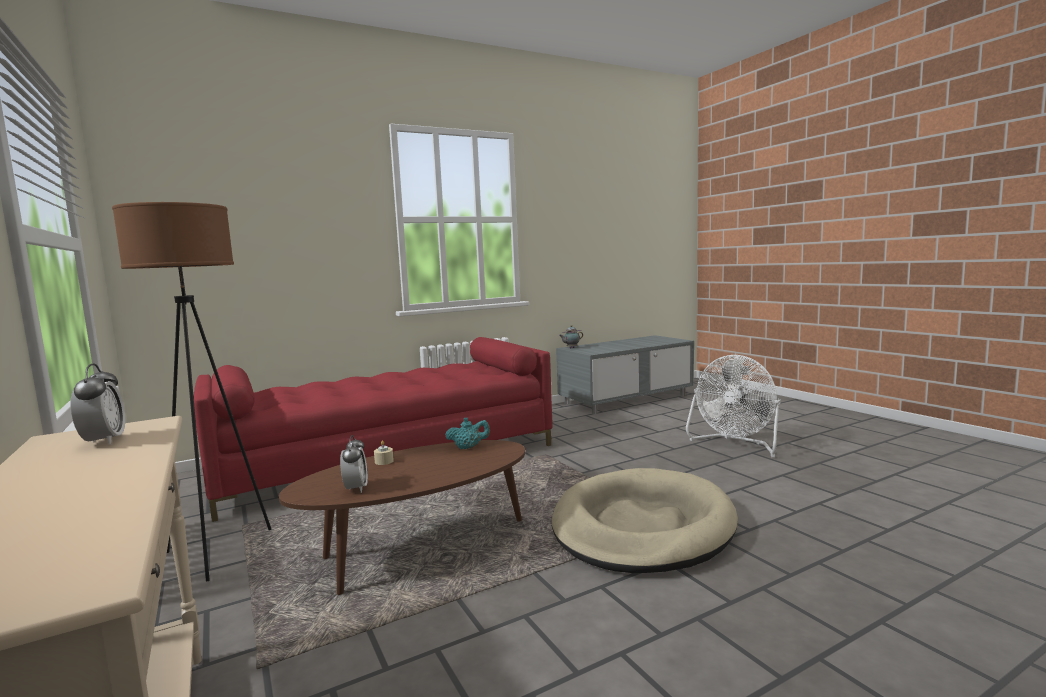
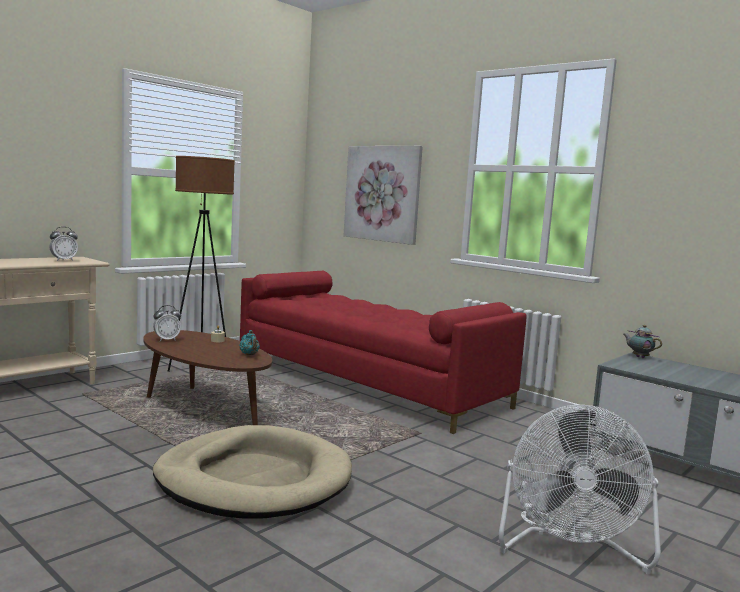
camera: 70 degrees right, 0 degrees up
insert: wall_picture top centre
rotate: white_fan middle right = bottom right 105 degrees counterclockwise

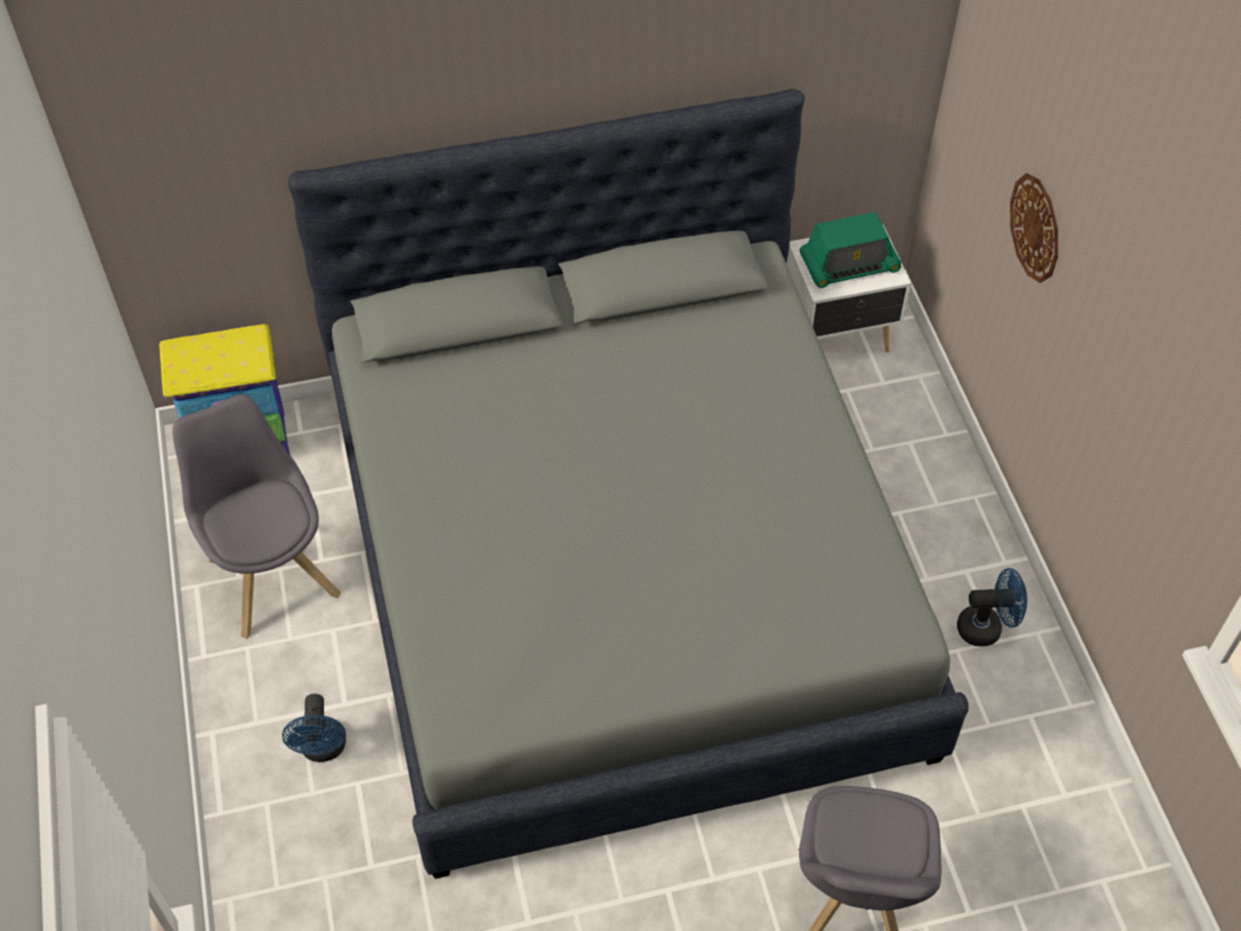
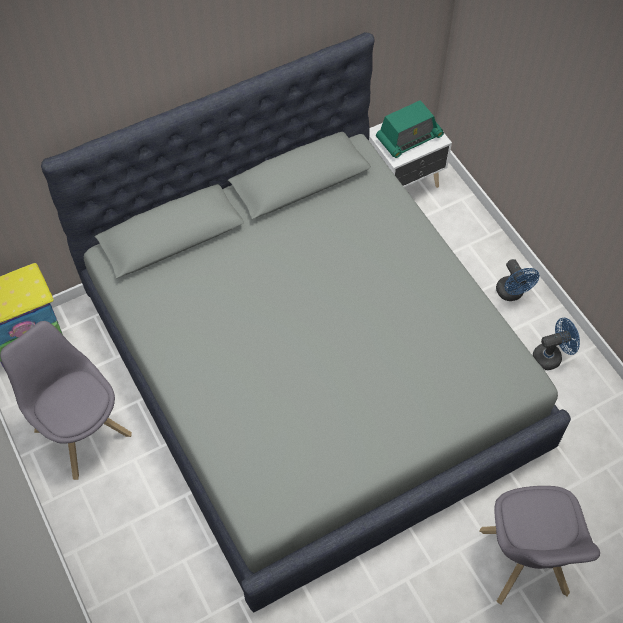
camera: 15 degrees left, 5 degrees up
delete: clock_on_the_wall top right
move: blue-coloured_fan (1st from left) bottom left to middle right

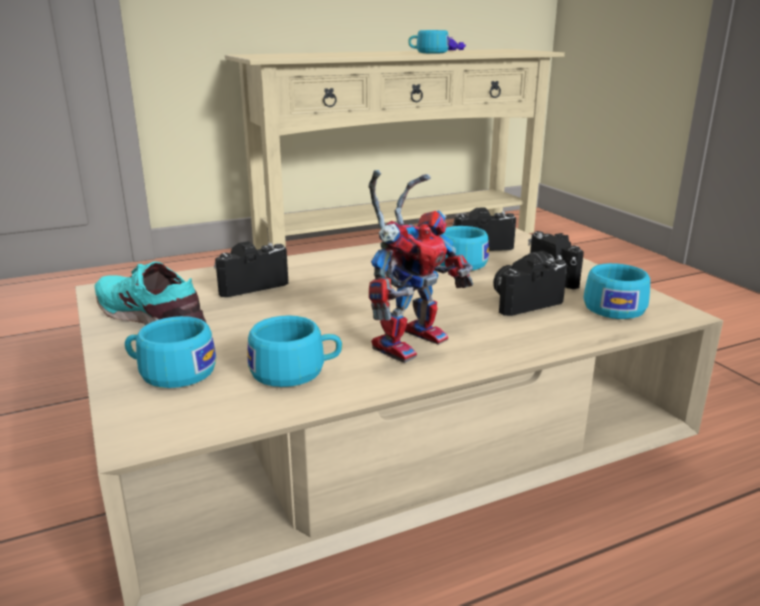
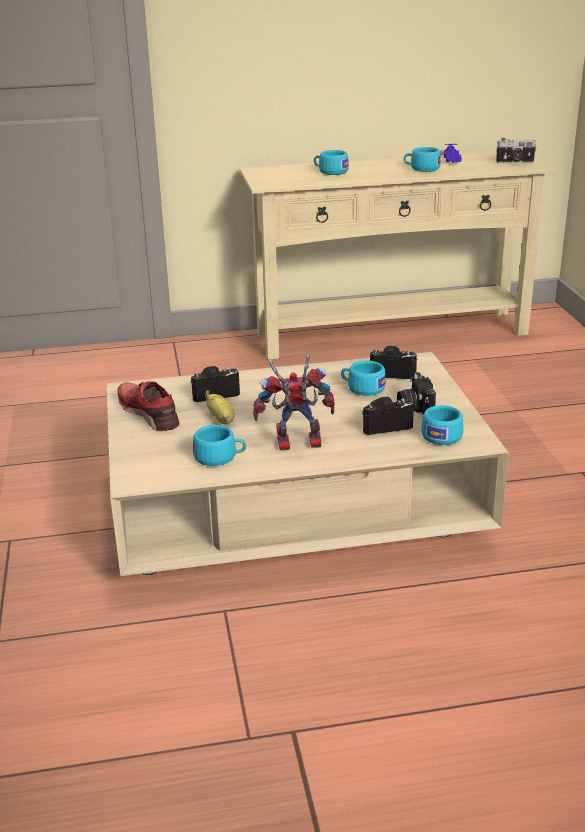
camera: 15 degrees right, 5 degrees up
insert: banana centre; photo_camera (5th from left) top right
move: turquoise_drinking_cup (1st from left in the first image) middle left to turquoise_drinking_cup (2nd from left) top centre
recolor: turquoise_low_shoe middle left to red-coloured_low_shoe middle left
rotate: robot_figure centre = centre 150 degrees counterclockwise

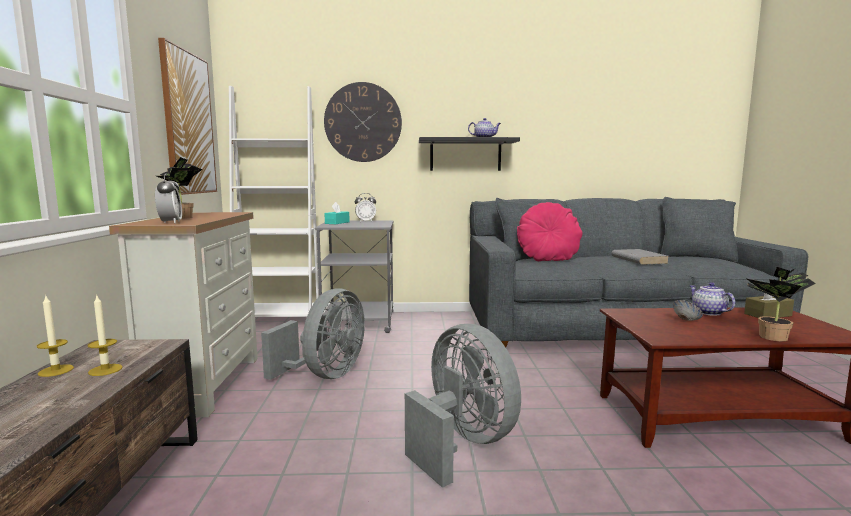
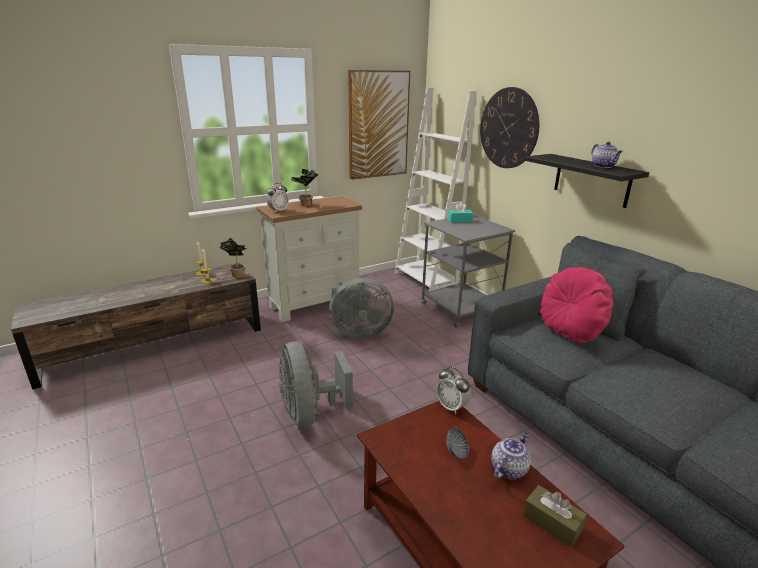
camera: 60 degrees right, 15 degrees up
delete: grey_volume middle right
move: plant_in_a_pot (2nd from left in the first image) middle right to plant_in_a_pot (1st from left) middle left; table_clock (2nd from left) centre to bottom centre
rotate: grey_fan (2nd from left in the first image) bottom centre = bottom centre 135 degrees clockwise

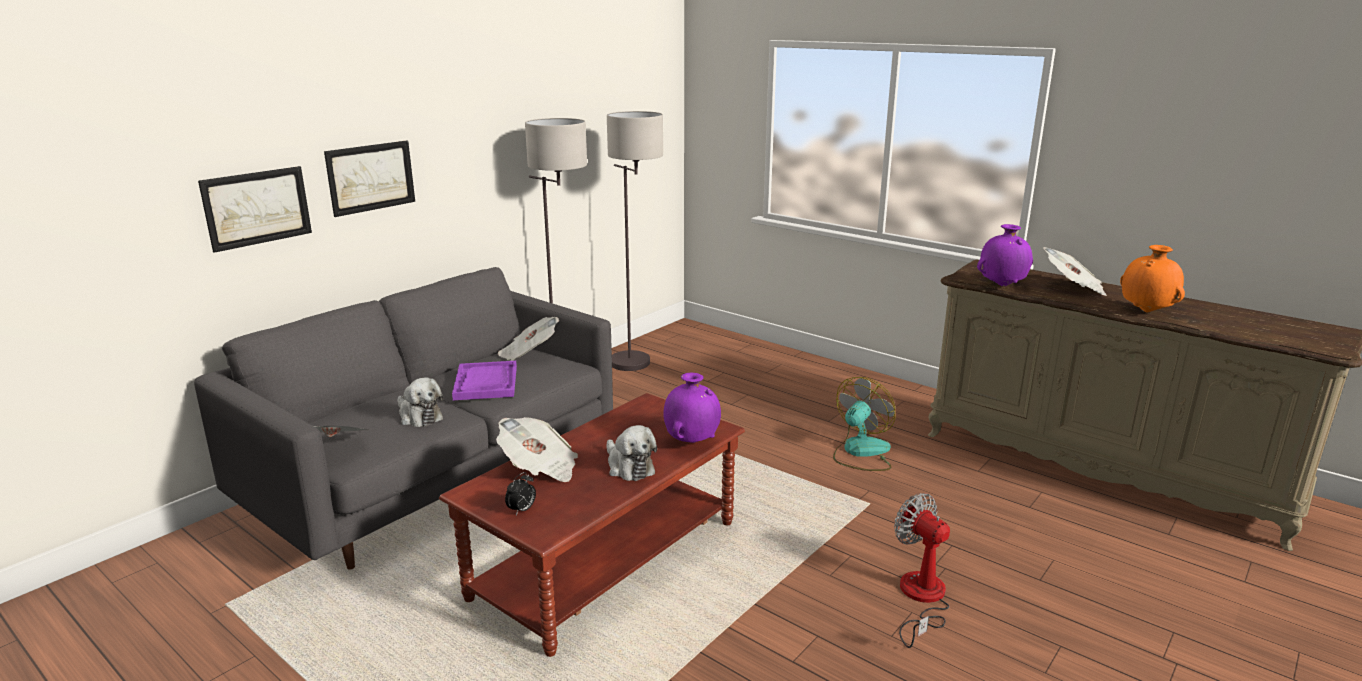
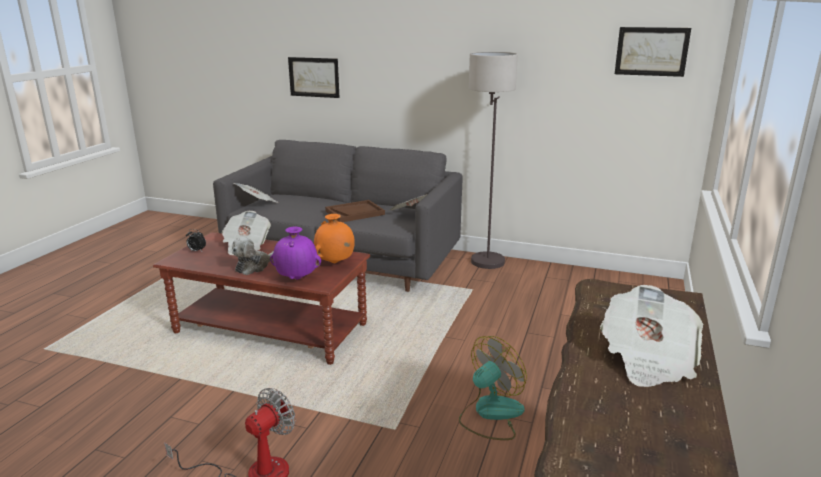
camera: 70 degrees right, 0 degrees up
delete: soft_toy (1st from left) middle left; grey_floor_lamp (2nd from left) centre; purplish_flower_vase (2nd from left) middle right
move: orangey_flower_vase middle right to centre; wall_picture (2nd from left) top left to top right
recolor: purplish_serving_tray centre to brown-coloured_serving_tray centre
rotate: fan (1st from left in the first image) centre = bottom centre 60 degrees counterclockwise

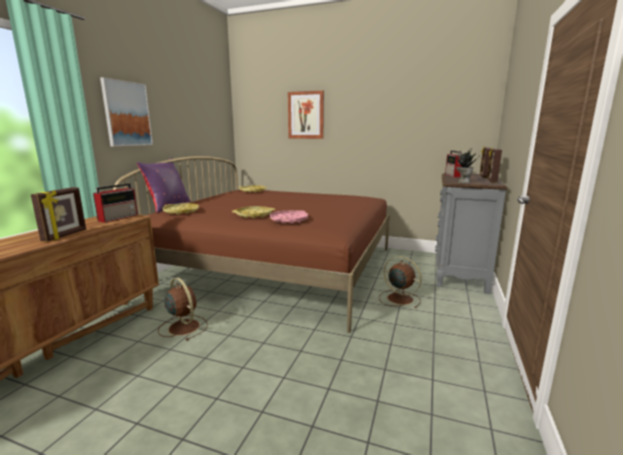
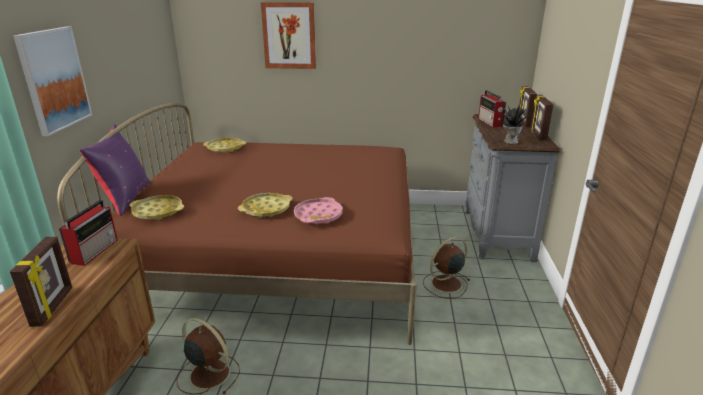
camera: 15 degrees left, 10 degrees up
rotate: brown-coloured_fan (2nd from left) centre = bottom centre 60 degrees counterclockwise

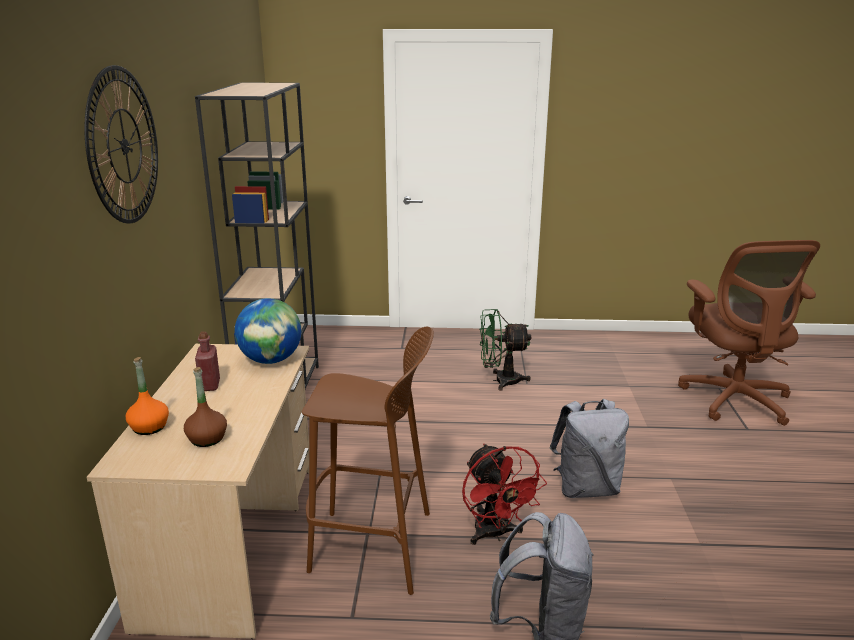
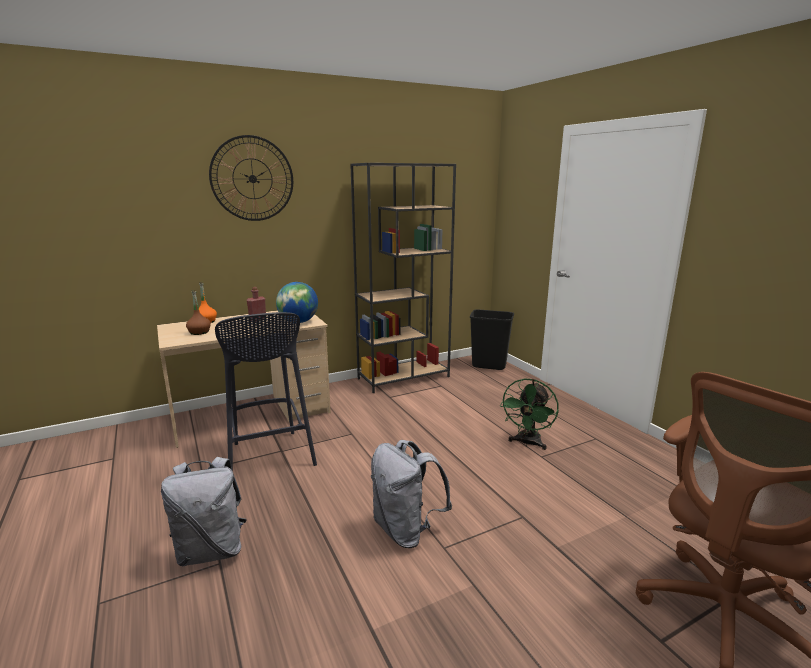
camera: 60 degrees right, 5 degrees down
delete: red-coloured_fan bottom centre
insert: blackish_rubbish_bin centre
recolor: brown-coloured_sitting_stool bottom centre to grey_sitting_stool middle left
rotate: green-coloured_fan centre = centre 120 degrees counterclockwise

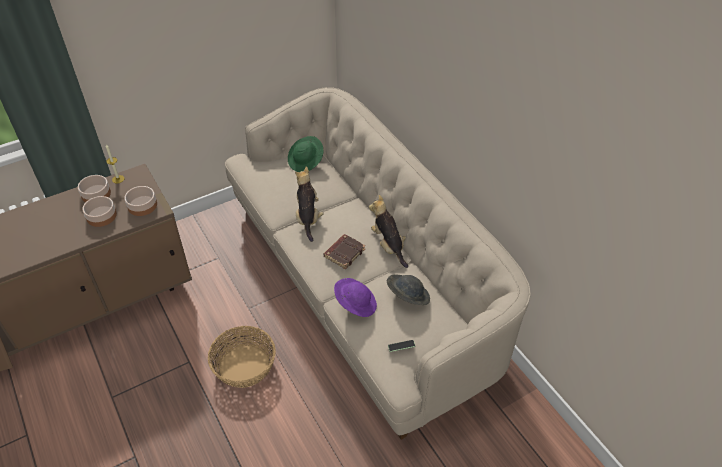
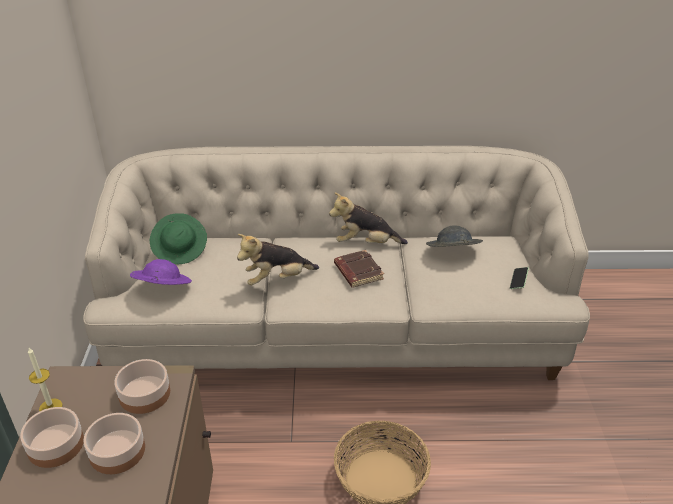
camera: 60 degrees left, 10 degrees down
move: purplish_wearable_hat centre to middle left
rotate: soft_toy (1st from left) centre = centre 45 degrees counterclockwise

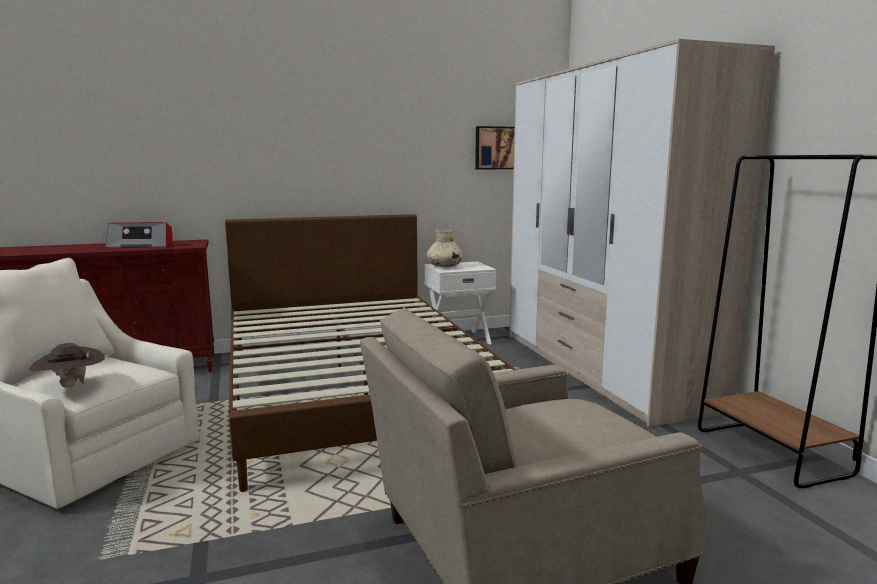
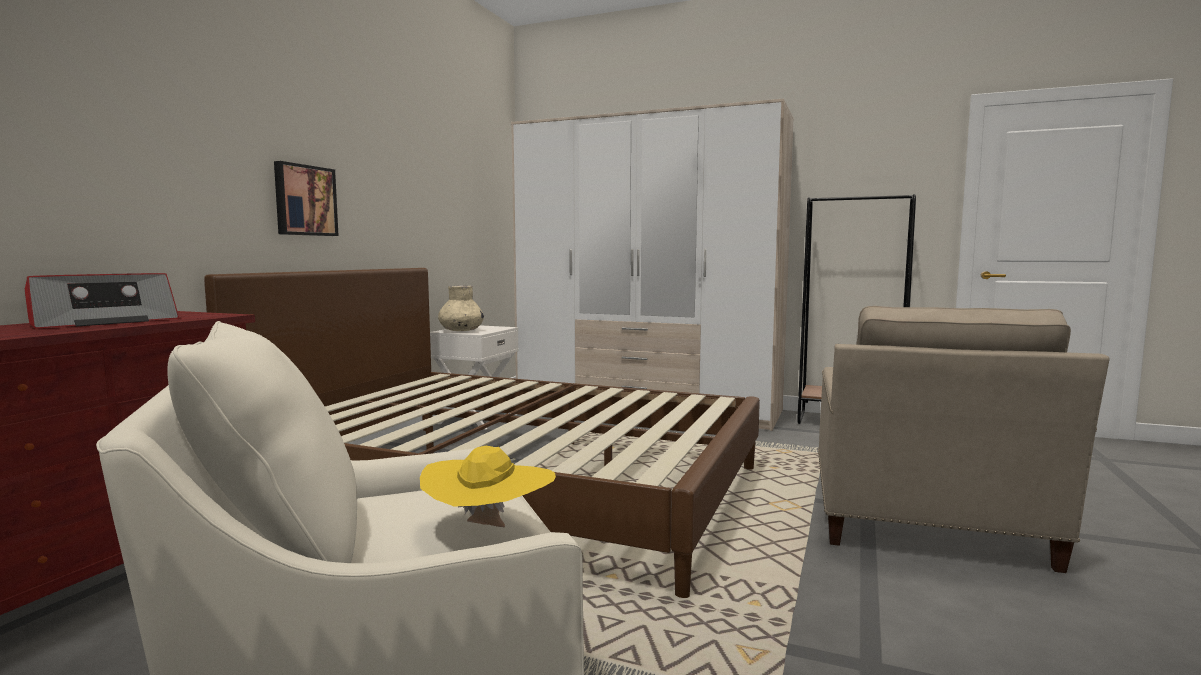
camera: 50 degrees left, 5 degrees down
move: wall_picture top centre to top left
recolor: brown-coloured_wearable_hat middle left to yellowish_wearable_hat bottom centre

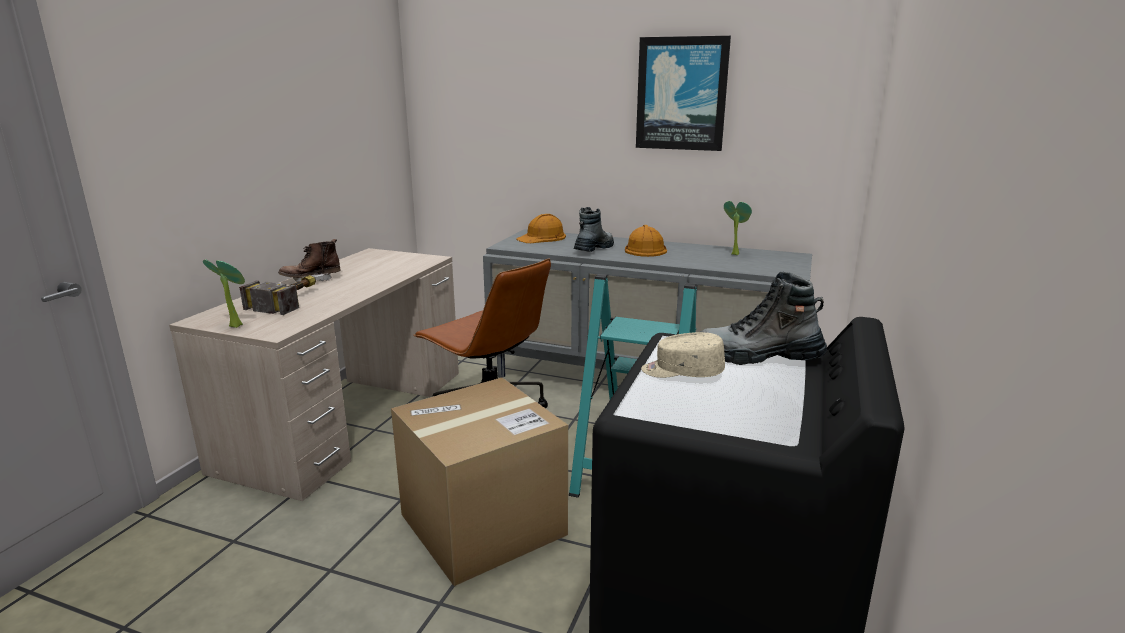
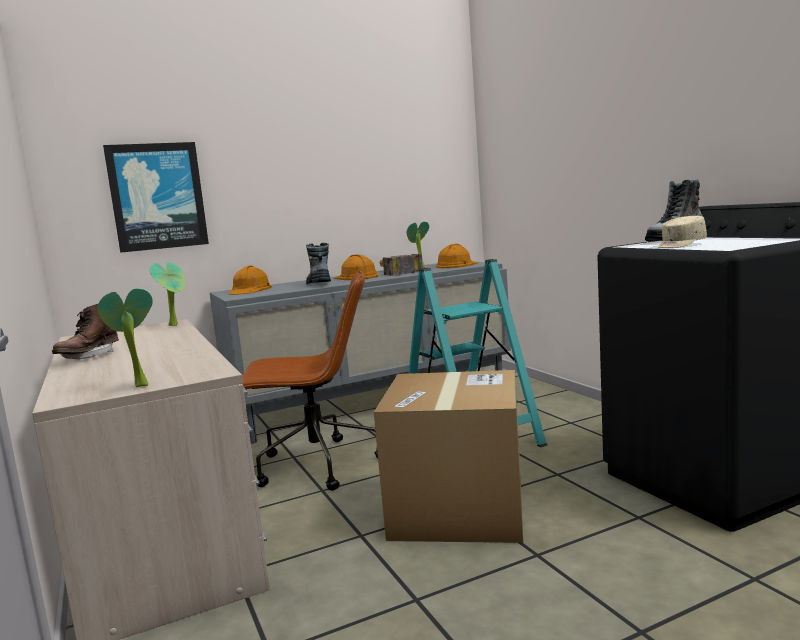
camera: 45 degrees left, 10 degrees down
insert: plant_in_a_pot (2nd from left) middle left; orangey_work_helmet (3rd from left) centre
move: wall_picture top centre to top left; tool_hammer middle left to centre

